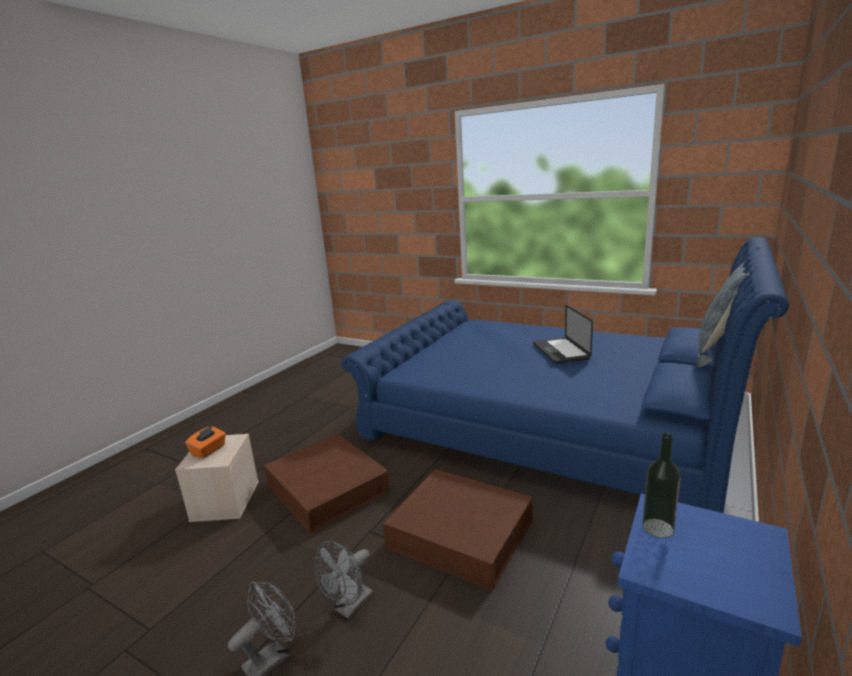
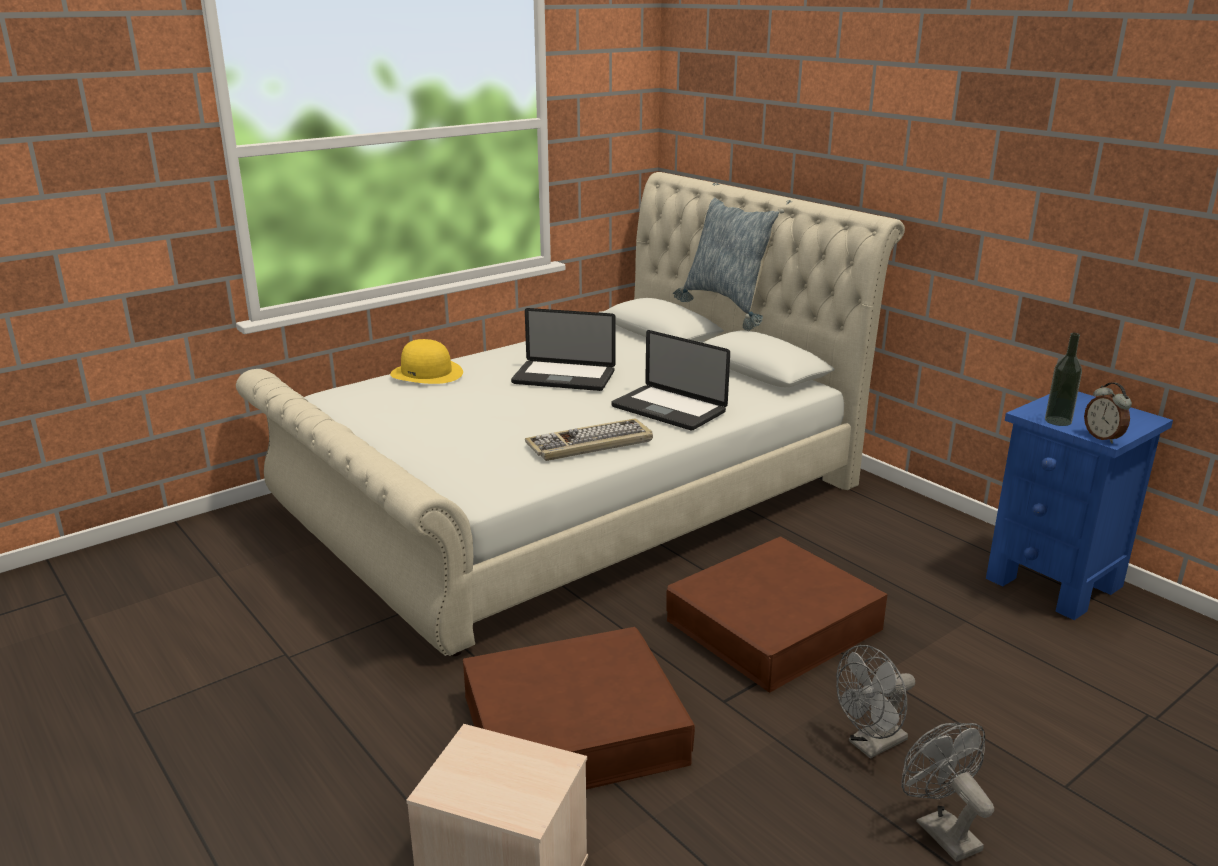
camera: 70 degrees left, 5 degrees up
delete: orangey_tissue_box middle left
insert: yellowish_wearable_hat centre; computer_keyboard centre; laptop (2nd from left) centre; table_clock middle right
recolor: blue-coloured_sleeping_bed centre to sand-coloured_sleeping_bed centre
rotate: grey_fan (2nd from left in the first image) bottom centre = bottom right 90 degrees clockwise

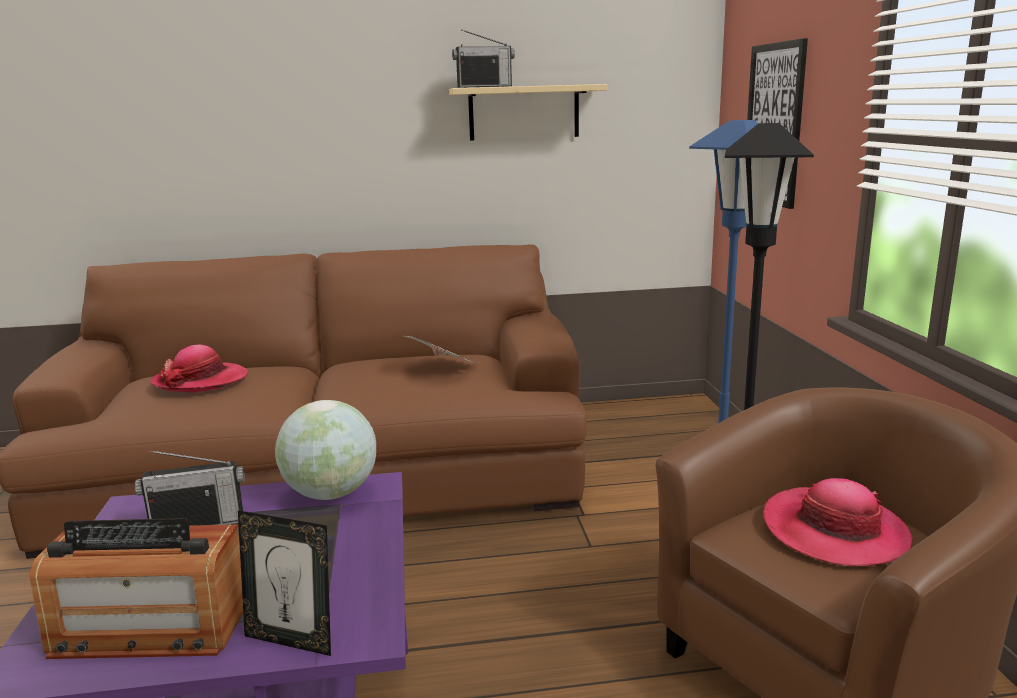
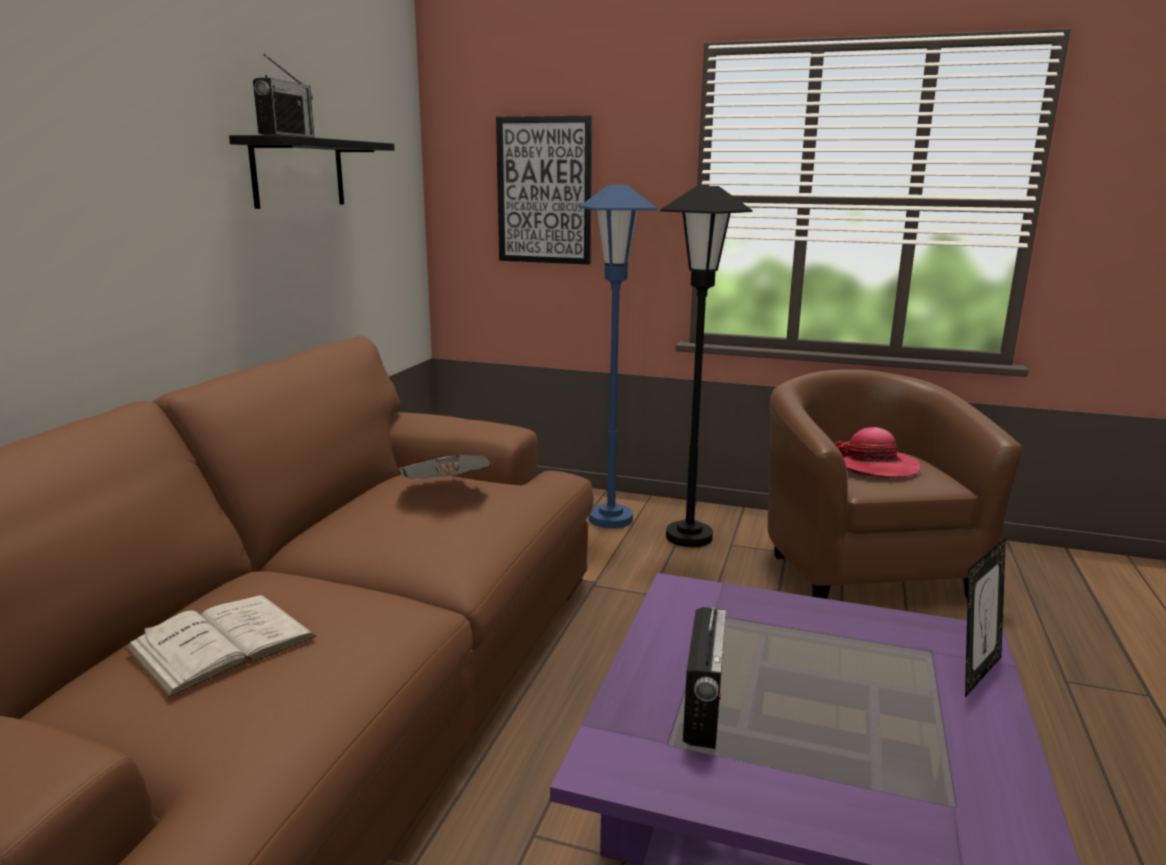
camera: 65 degrees left, 0 degrees up
delete: radio_set (1st from left) bottom left; desk_globe middle left
replace: wearable_hat (1st from left) middle left to white_volume bottom left
recolor: sand-coloured_bracket_shelf top centre to blackish_bracket_shelf top left

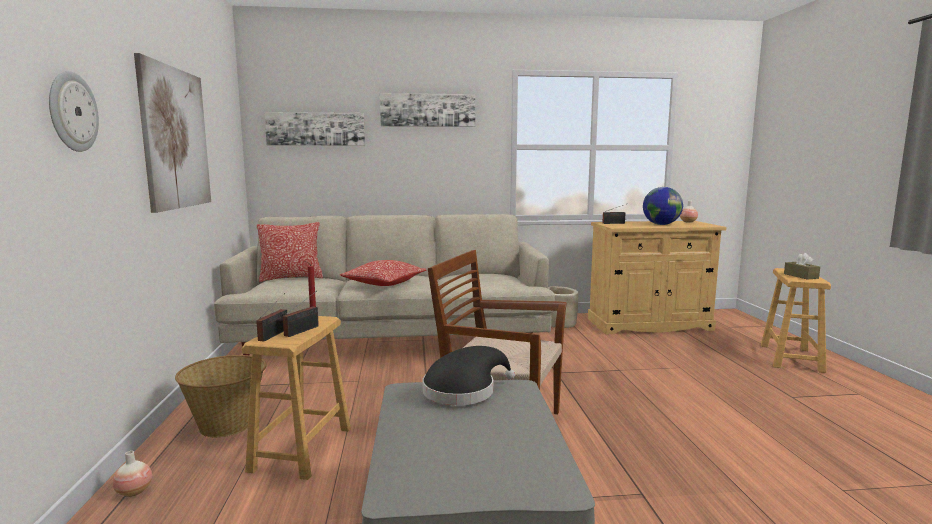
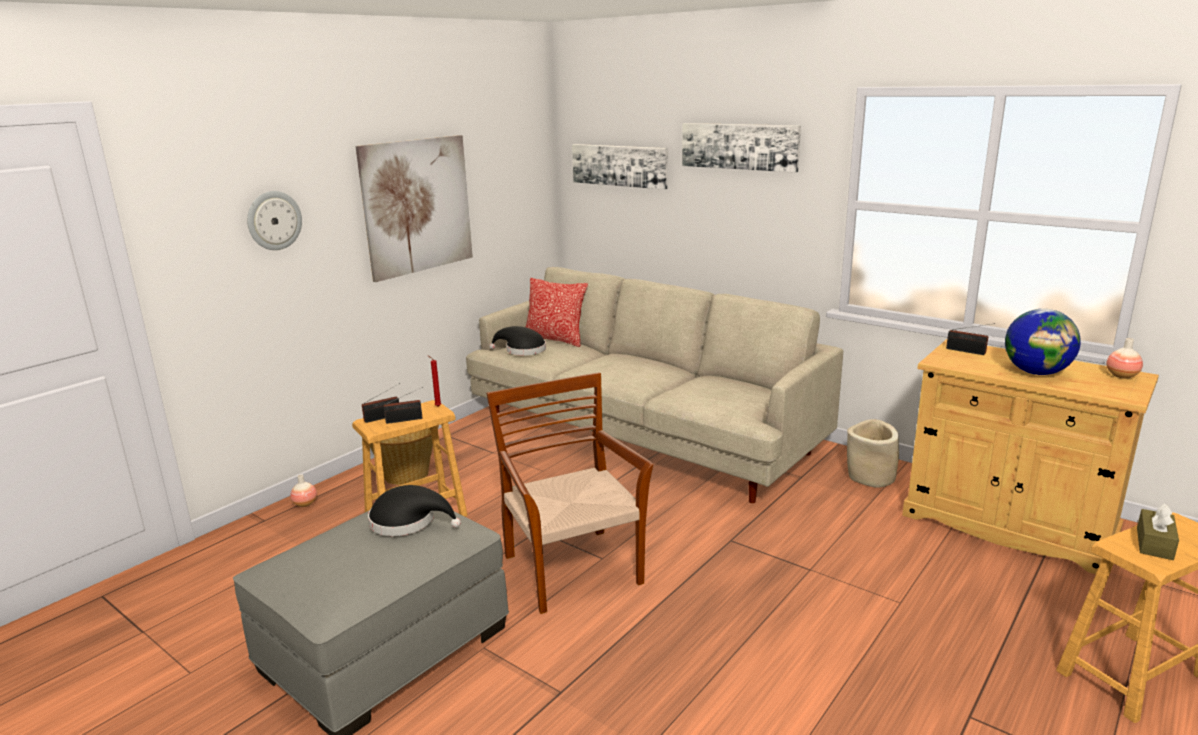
camera: 45 degrees right, 10 degrees up
delete: throw_pillow (2nd from left) centre
insert: blackish_wearable_hat (2nd from left) centre

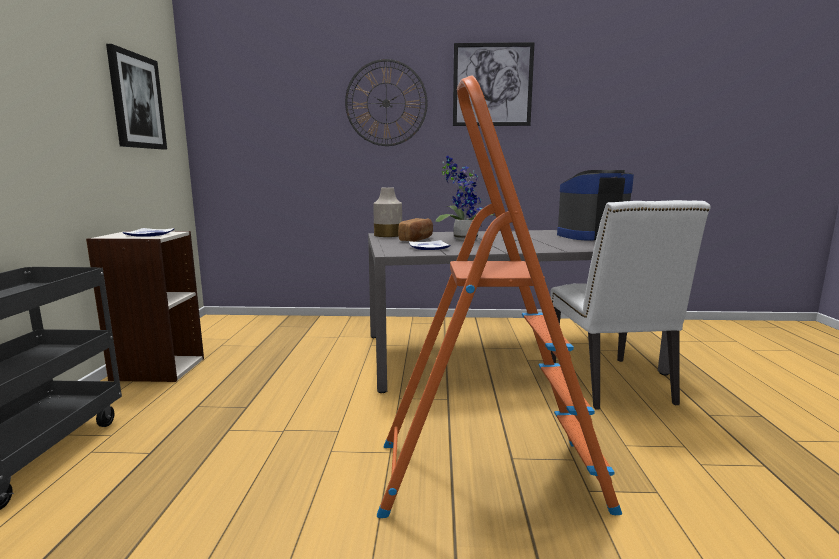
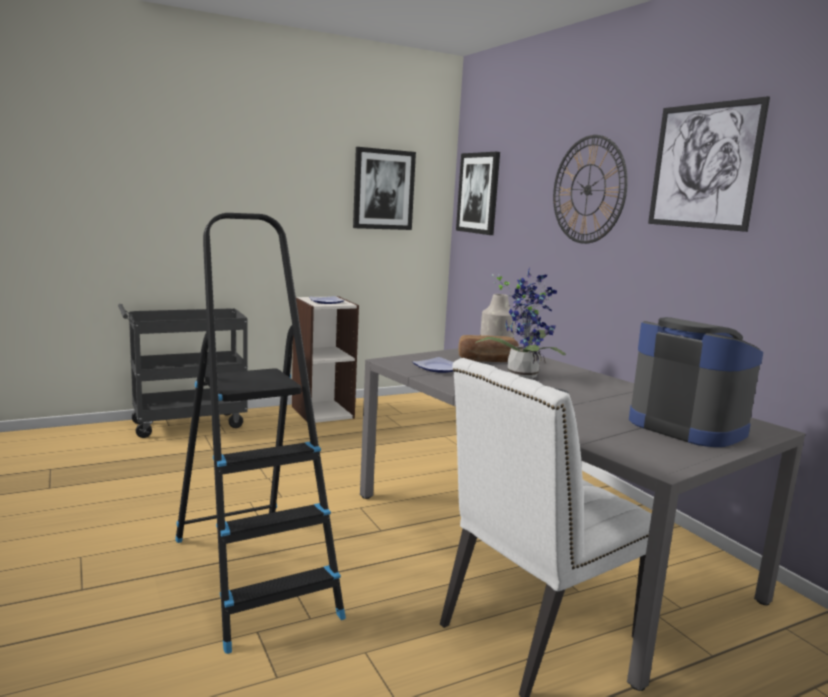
camera: 60 degrees right, 0 degrees up
insert: wall_picture (2nd from left) top centre
recolor: orangey_stepladder centre to blackish_stepladder middle left

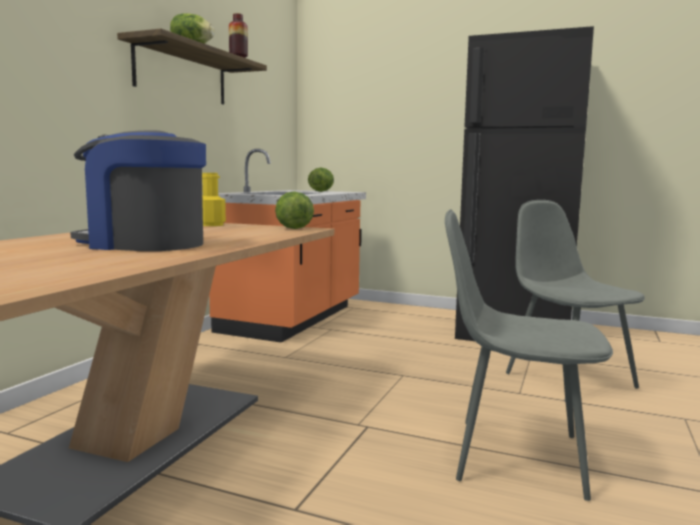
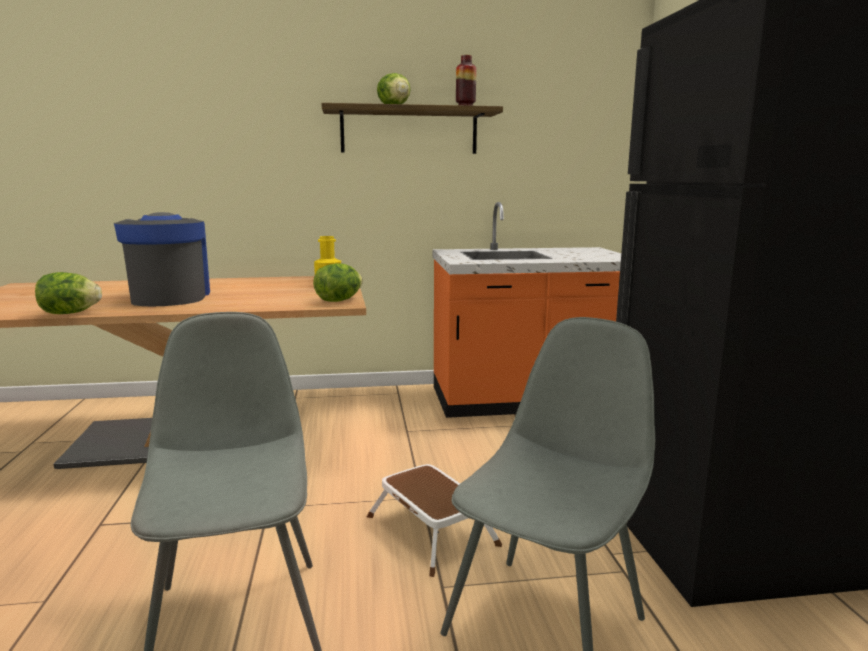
camera: 60 degrees right, 5 degrees up
insert: brown-coloured_stepladder bottom centre
move: lettuce_head (3rd from left in the first image) centre to lettuce_head (1st from left) middle left

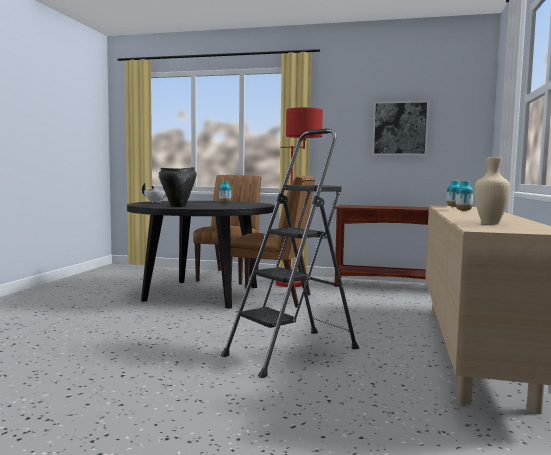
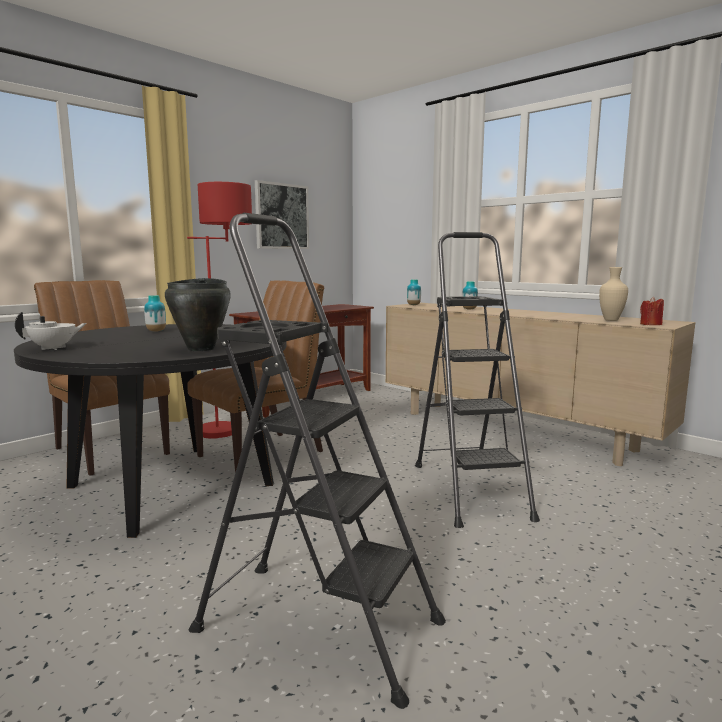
camera: 60 degrees left, 5 degrees up
insert: stepladder (1st from left) centre; red-coloured_wax_light middle right

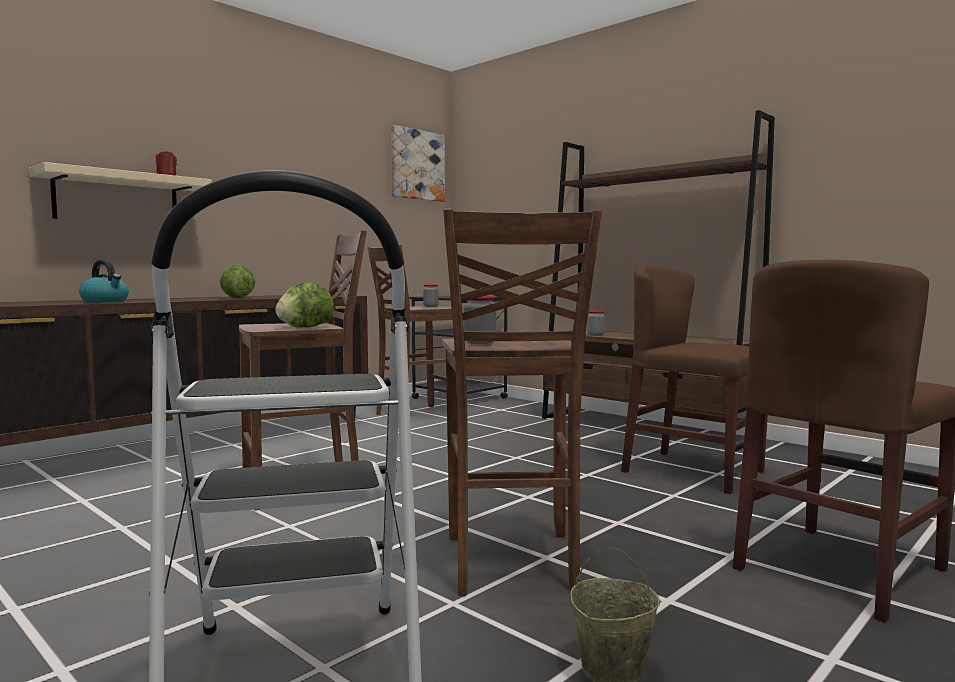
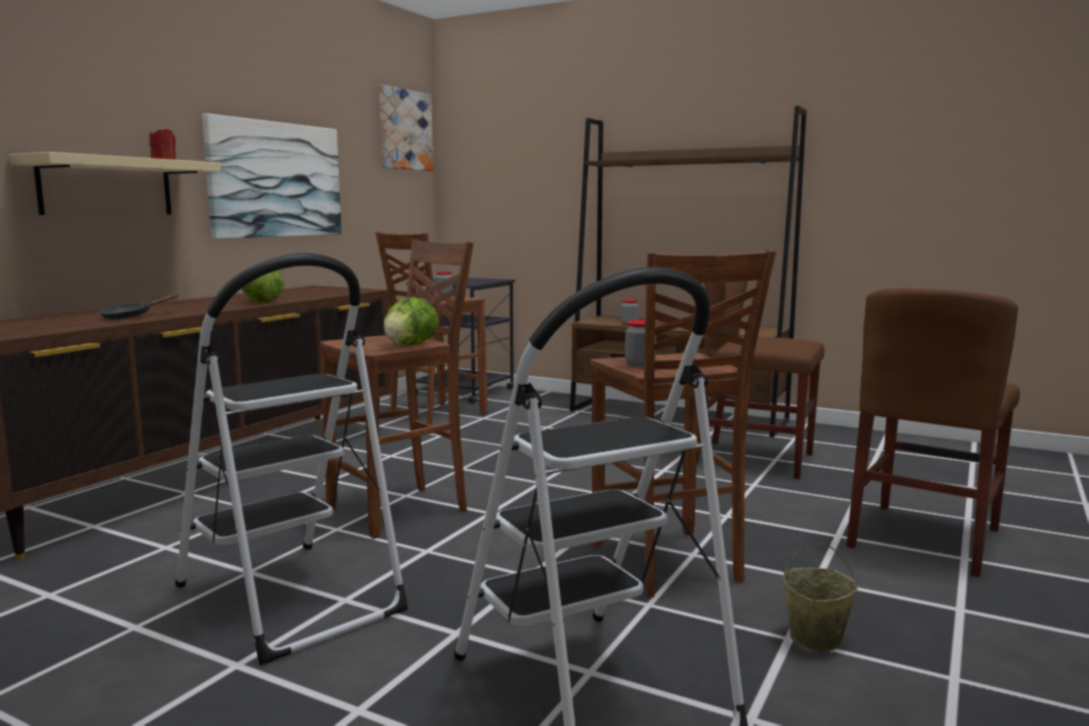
camera: 15 degrees left, 5 degrees up
insert: stepladder (1st from left) middle left; wall_picture (1st from left) top left
replace: kettle middle left to blackish_skillet middle left

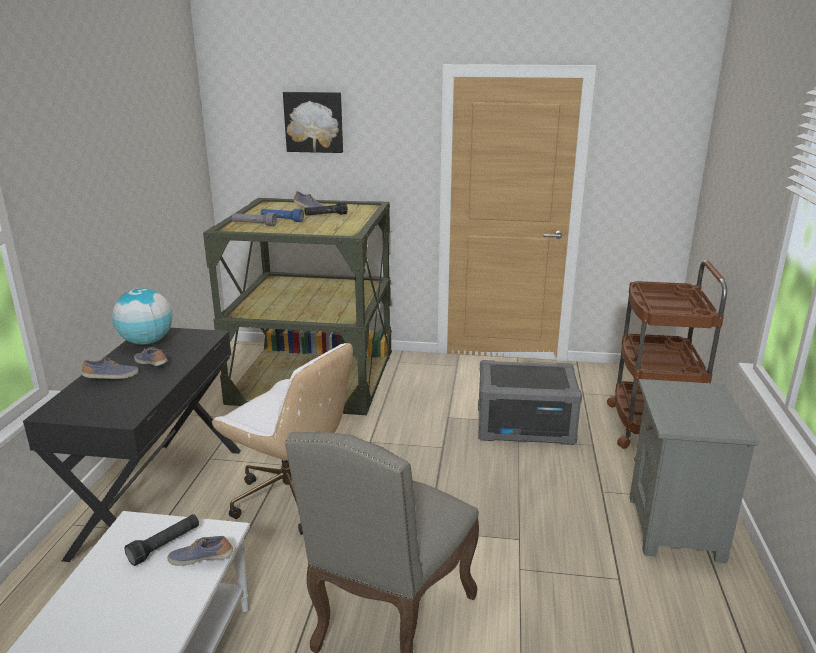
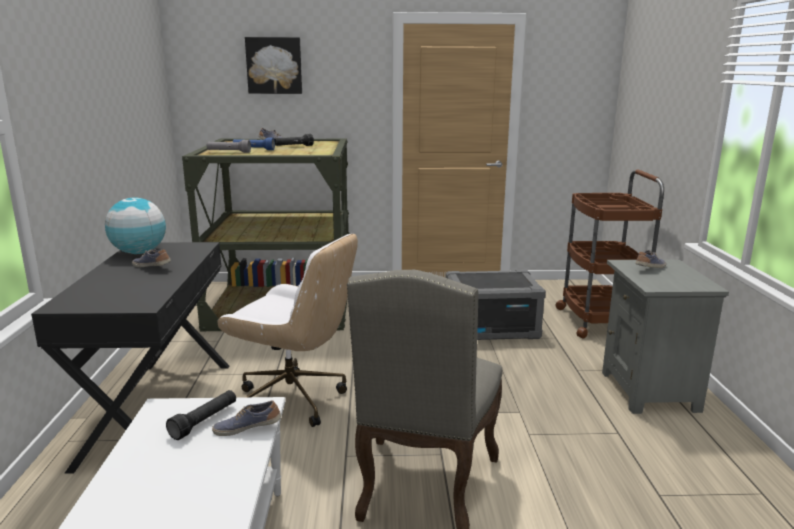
camera: 10 degrees left, 5 degrees down
move: low_shoe (1st from left in the first image) middle left to low_shoe (4th from left) middle right

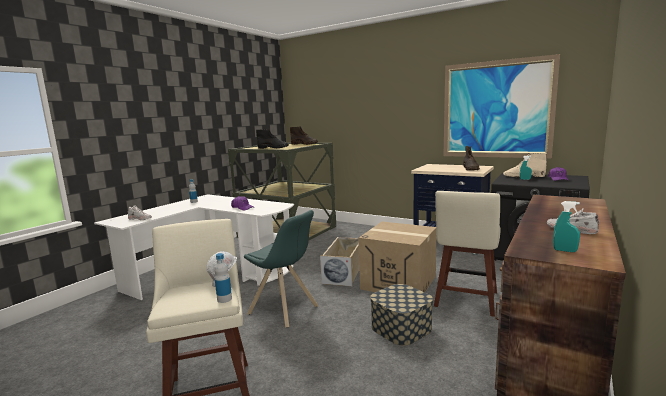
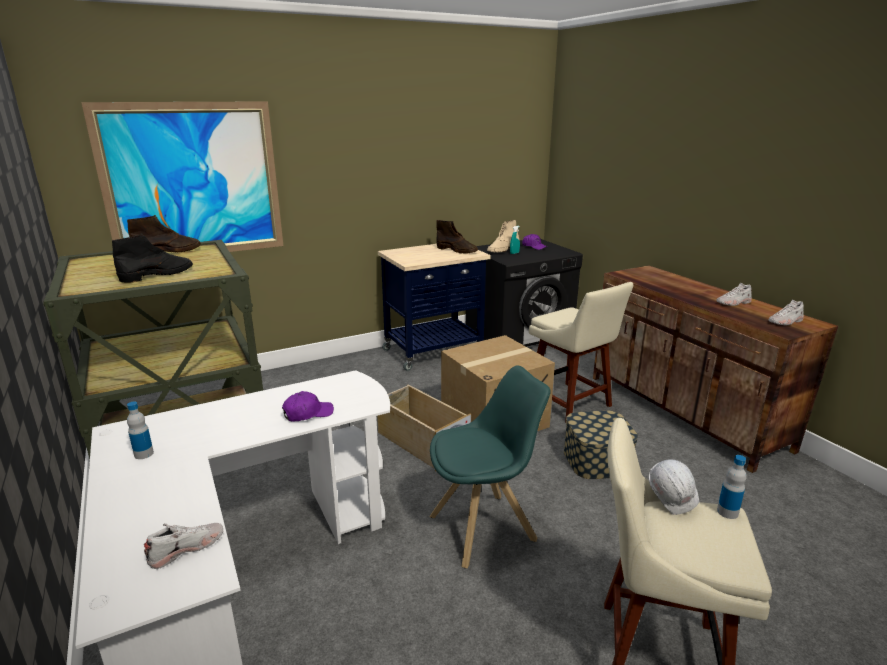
camera: 60 degrees left, 10 degrees up
move: wall_picture top right to top left
replace: turquoise_spray_bottle (2nd from left) middle right to white_low_shoe (3rd from left) middle right

